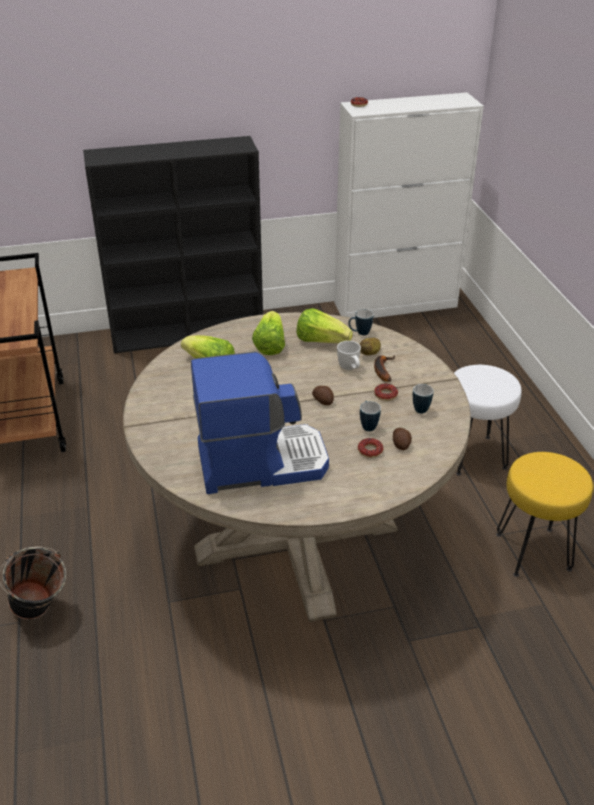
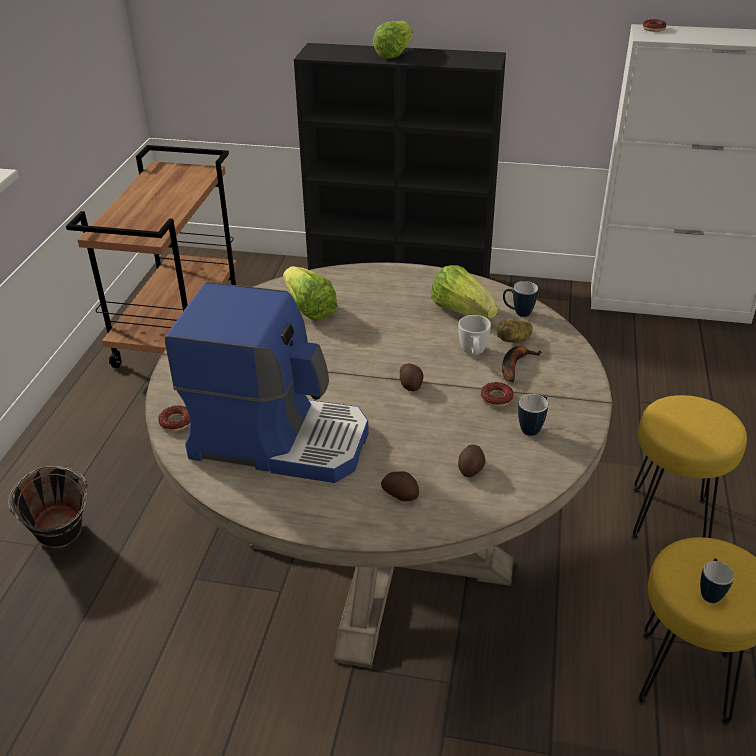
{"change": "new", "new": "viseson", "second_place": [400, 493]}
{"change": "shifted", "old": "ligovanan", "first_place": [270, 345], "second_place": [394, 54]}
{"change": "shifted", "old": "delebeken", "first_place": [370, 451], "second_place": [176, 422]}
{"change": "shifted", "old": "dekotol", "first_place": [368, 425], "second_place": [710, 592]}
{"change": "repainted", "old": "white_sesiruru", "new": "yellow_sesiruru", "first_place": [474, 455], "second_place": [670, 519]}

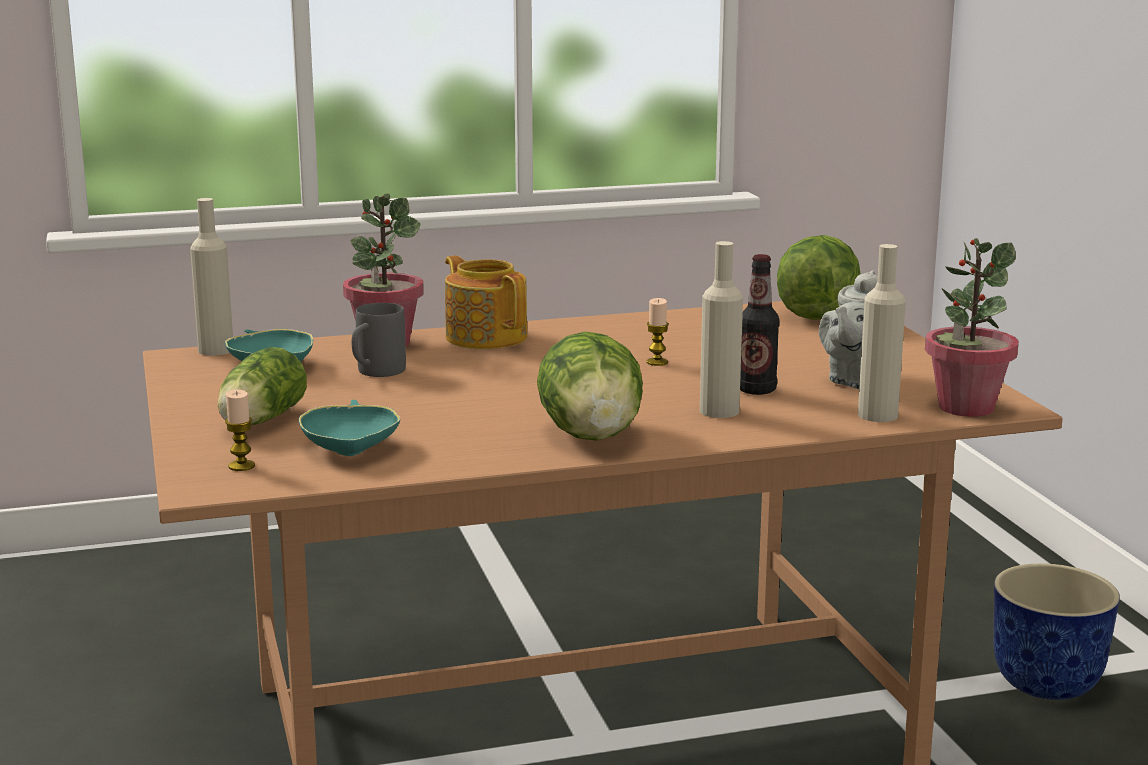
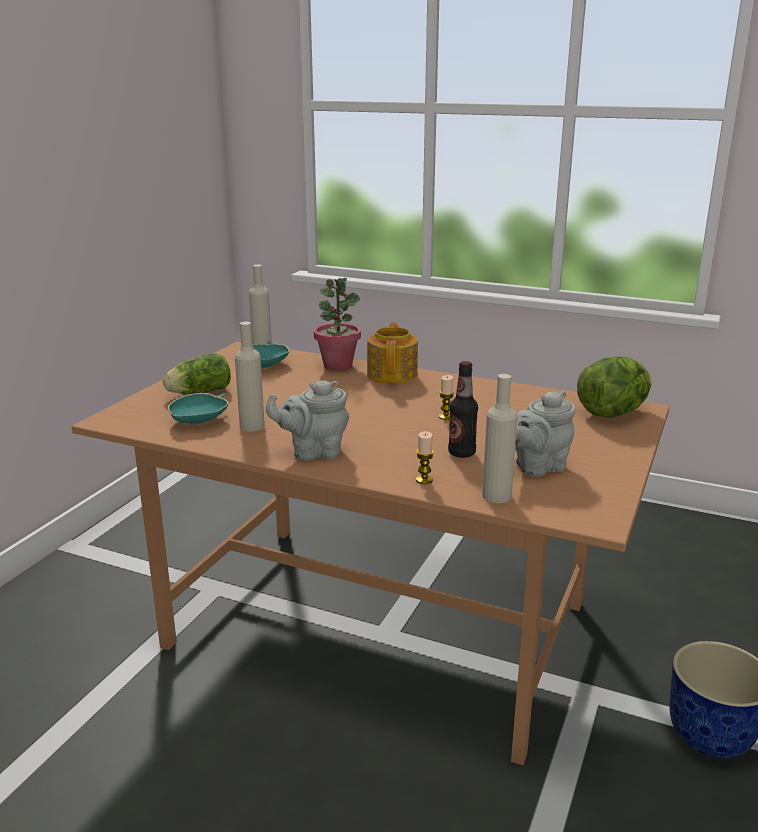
{"change": "gone", "old": "grey_dekotol", "first_place": [375, 373]}
{"change": "gone", "old": "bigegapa", "first_place": [965, 407]}
{"change": "shifted", "old": "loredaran", "first_place": [241, 466], "second_place": [424, 480]}
{"change": "shifted", "old": "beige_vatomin", "first_place": [719, 411], "second_place": [252, 426]}
{"change": "swapped", "old": "ligovanan", "new": "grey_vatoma", "first_place": [592, 436], "second_place": [313, 452]}

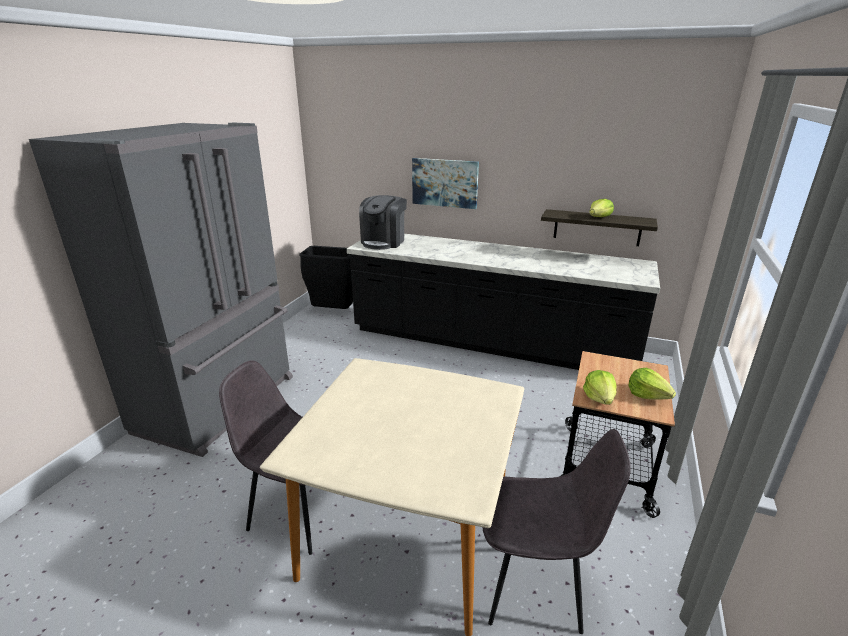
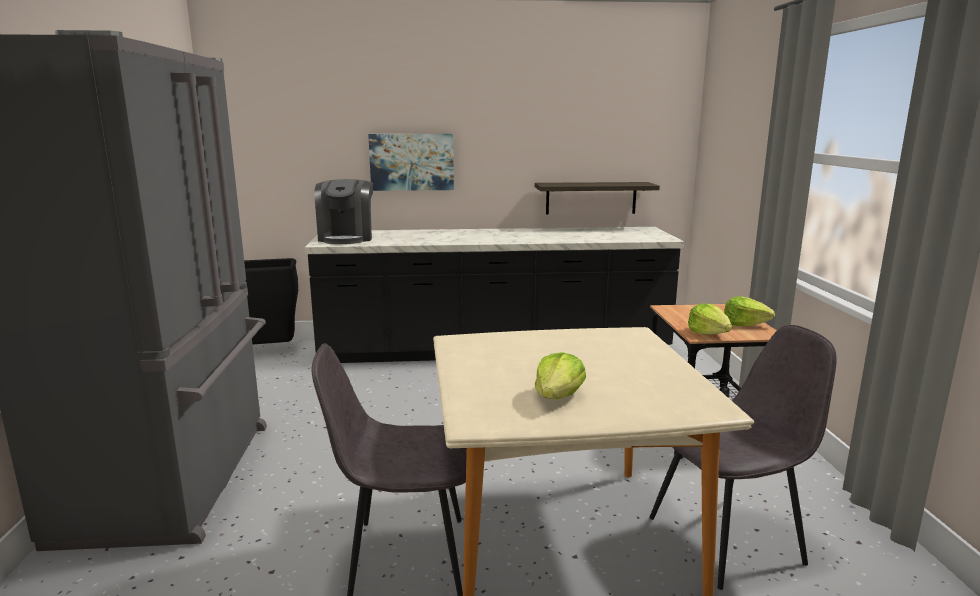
{"change": "shifted", "old": "ligovanan", "first_place": [599, 217], "second_place": [558, 396]}

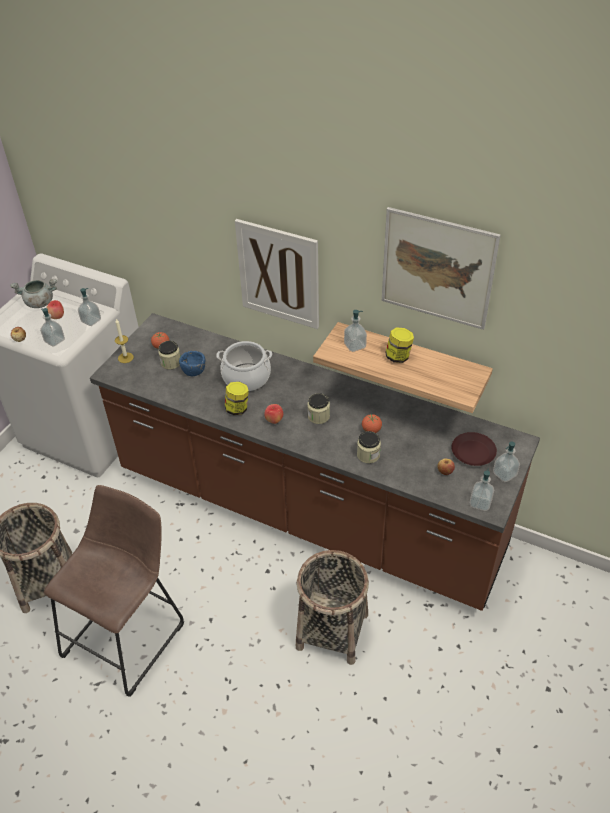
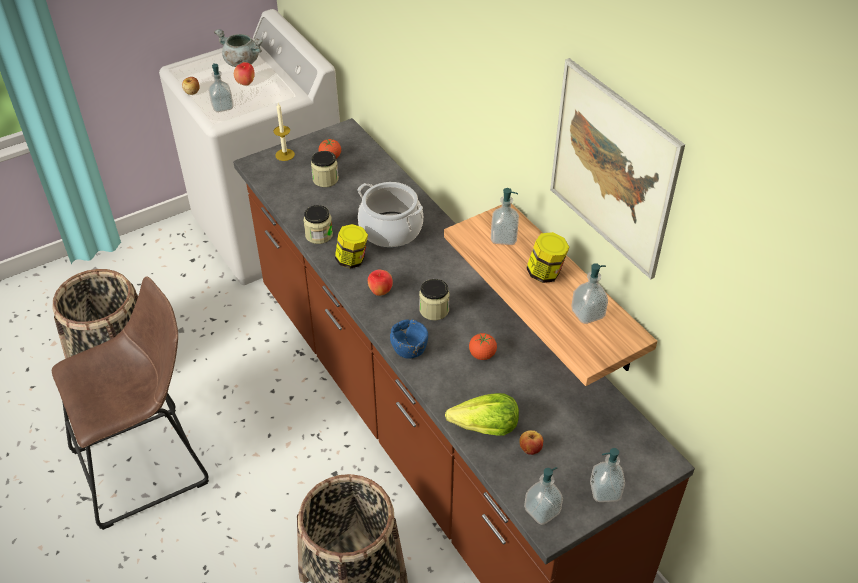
{"change": "gone", "old": "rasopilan", "first_place": [279, 274]}
{"change": "gone", "old": "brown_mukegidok", "first_place": [473, 452]}
{"change": "new", "new": "ligovanan", "second_place": [485, 428]}
{"change": "shifted", "old": "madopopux", "first_place": [91, 320], "second_place": [587, 314]}
{"change": "shifted", "old": "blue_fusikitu", "first_place": [194, 371], "second_place": [409, 350]}
{"change": "shifted", "old": "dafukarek", "first_place": [368, 455], "second_place": [319, 235]}

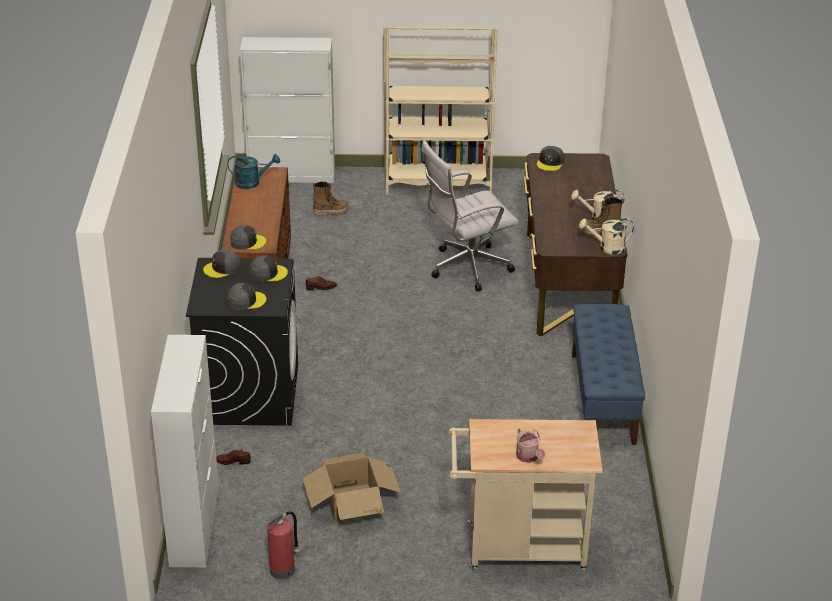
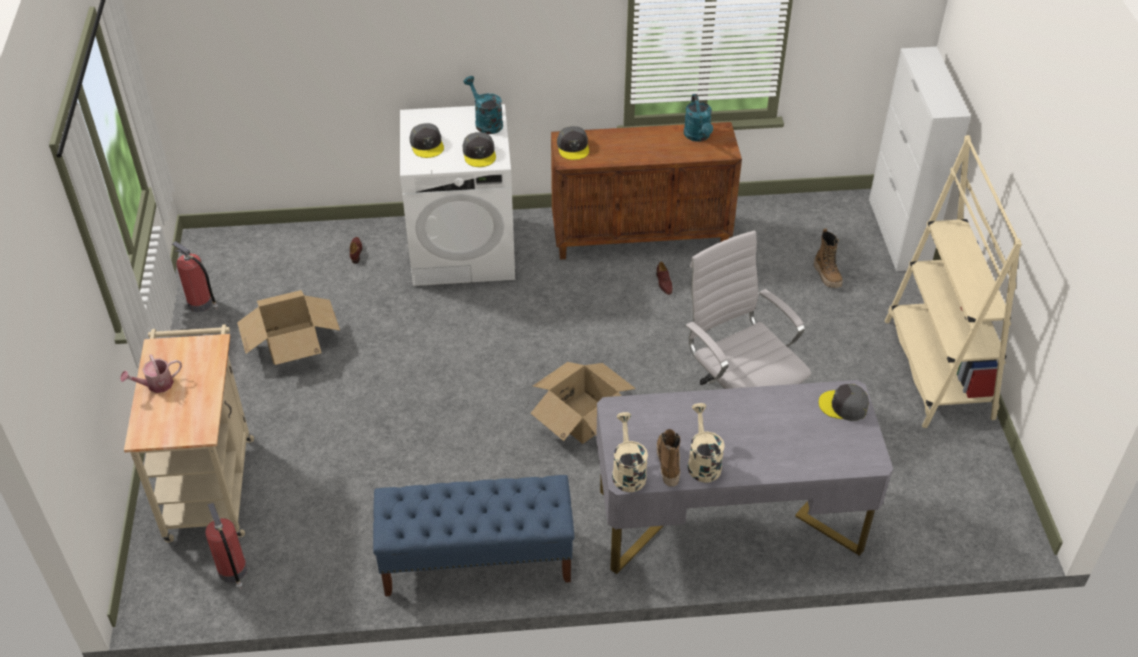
{"change": "gone", "old": "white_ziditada", "first_place": [195, 525]}
{"change": "new", "new": "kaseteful", "second_place": [233, 571]}
{"change": "new", "new": "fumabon", "second_place": [583, 417]}
{"change": "swapped", "old": "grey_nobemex", "new": "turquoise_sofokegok", "first_place": [222, 268], "second_place": [485, 122]}
{"change": "repainted", "old": "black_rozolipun", "new": "white_rozolipun", "first_place": [249, 393], "second_place": [463, 250]}
{"change": "repainted", "old": "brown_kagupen", "new": "grey_kagupen", "first_place": [568, 283], "second_place": [729, 520]}

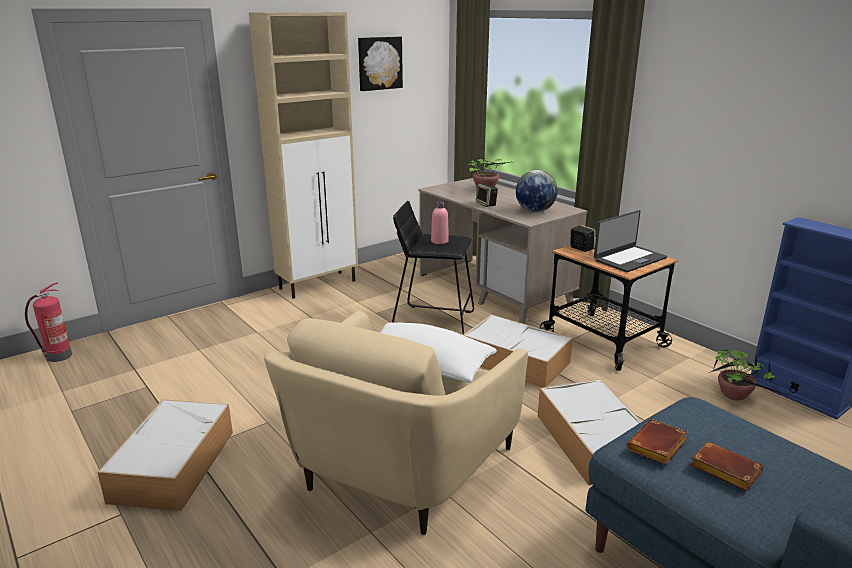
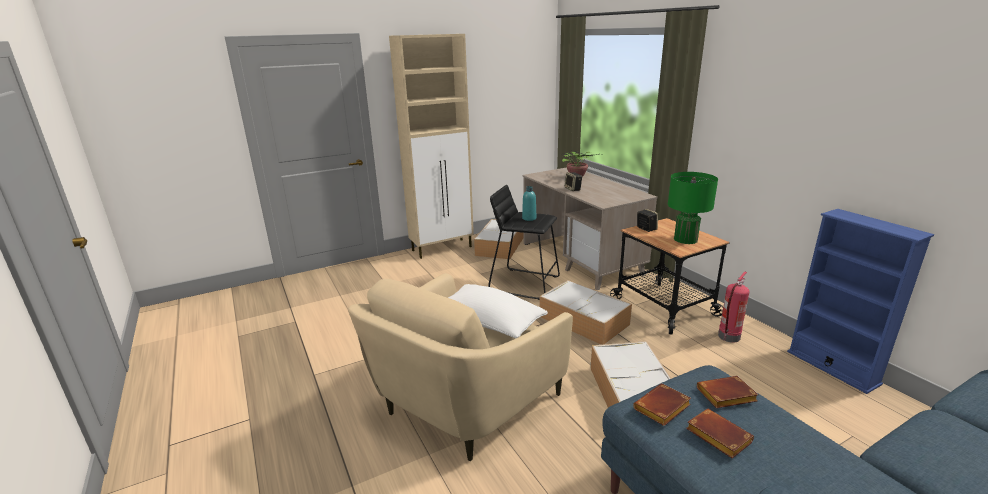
{"change": "gone", "old": "rasopilan", "first_place": [379, 63]}
{"change": "gone", "old": "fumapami", "first_place": [534, 211]}
{"change": "gone", "old": "bigegapa", "first_place": [736, 397]}
{"change": "new", "new": "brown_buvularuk", "second_place": [725, 397]}
{"change": "shifted", "old": "kaseteful", "first_place": [58, 356], "second_place": [729, 337]}
{"change": "shifted", "old": "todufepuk", "first_place": [174, 464], "second_place": [500, 245]}
{"change": "swapped", "old": "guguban", "new": "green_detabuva", "first_place": [629, 259], "second_place": [685, 239]}
{"change": "repainted", "old": "pink_vatomin", "new": "turquoise_vatomin", "first_place": [439, 241], "second_place": [529, 218]}

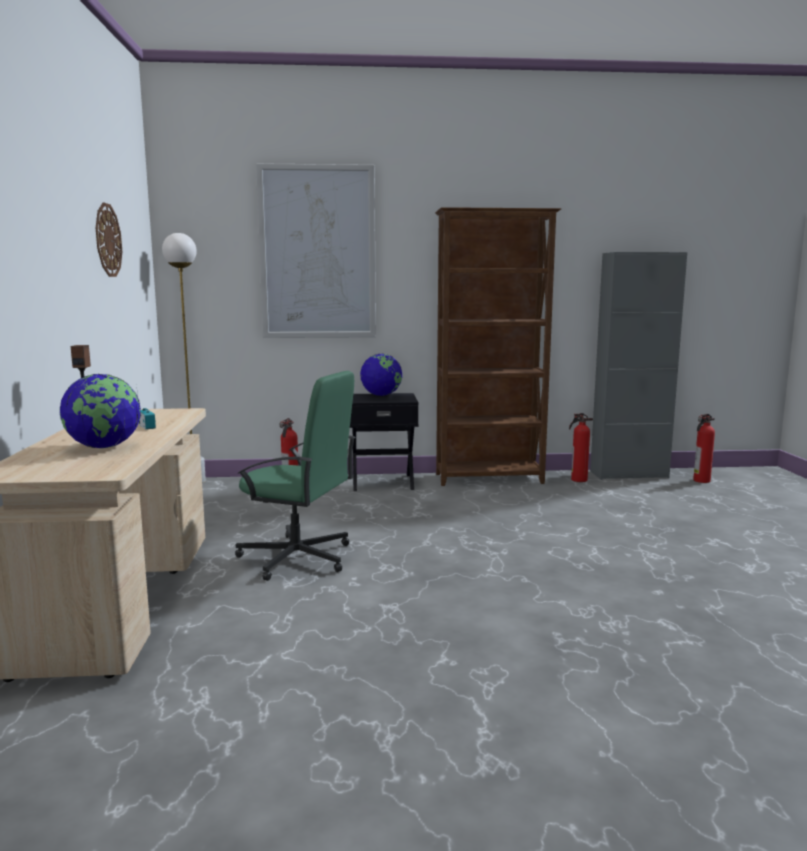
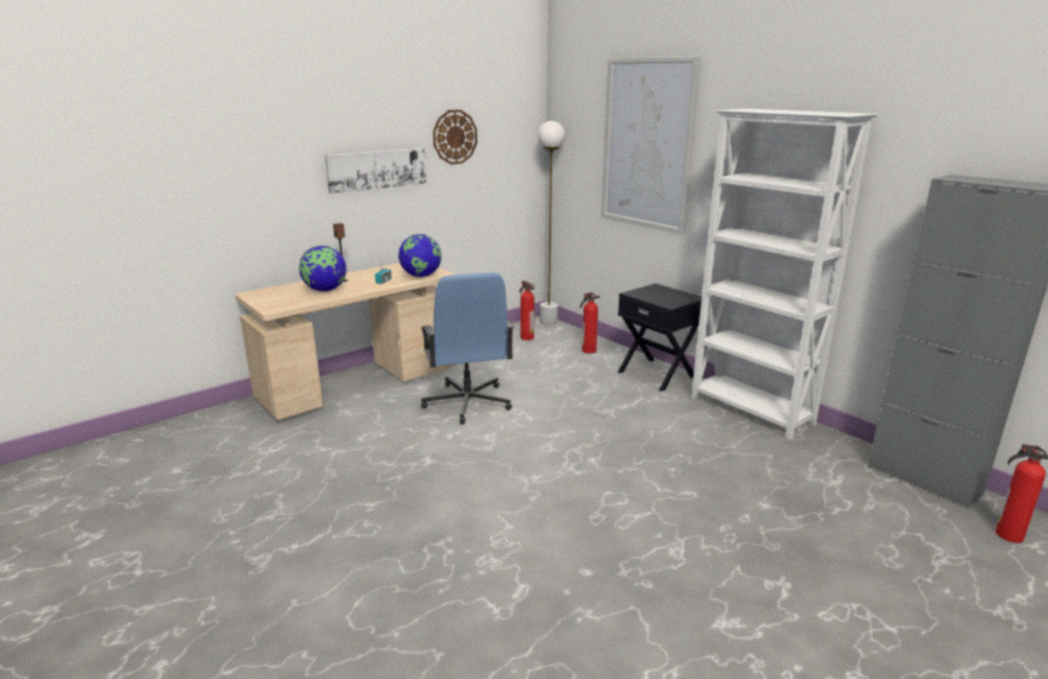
{"change": "new", "new": "rasopilan", "second_place": [377, 169]}
{"change": "shifted", "old": "fumapami", "first_place": [381, 395], "second_place": [421, 276]}
{"change": "shifted", "old": "kaseteful", "first_place": [578, 480], "second_place": [526, 337]}
{"change": "repainted", "old": "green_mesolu", "new": "blue_mesolu", "first_place": [297, 558], "second_place": [467, 403]}
{"change": "repainted", "old": "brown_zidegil", "new": "white_zidegil", "first_place": [490, 479], "second_place": [751, 411]}

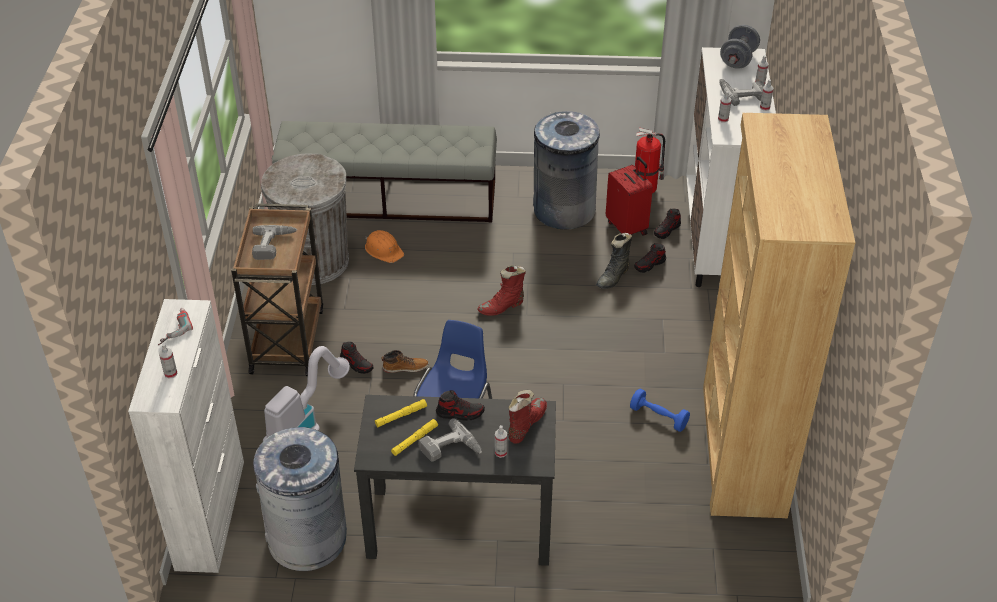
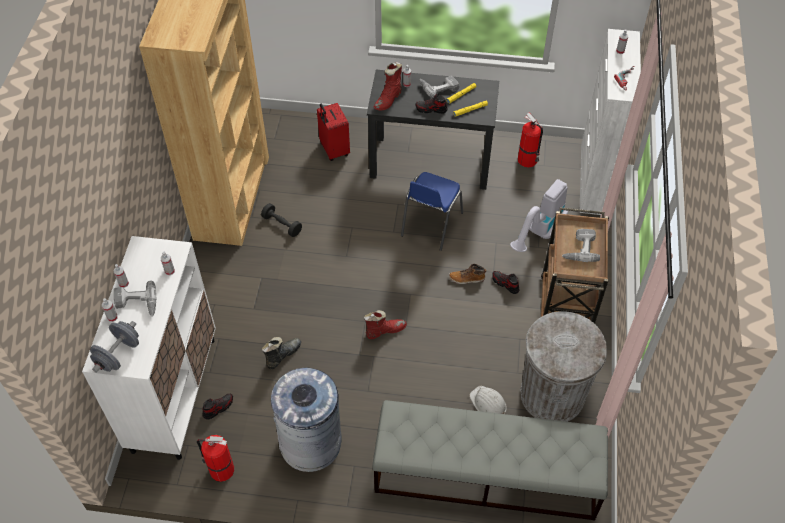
{"change": "gone", "old": "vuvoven", "first_place": [649, 264]}
{"change": "shifted", "old": "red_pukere", "first_place": [627, 227], "second_place": [333, 150]}
{"change": "swapped", "old": "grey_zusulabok", "new": "kaseteful", "first_place": [308, 538], "second_place": [528, 160]}
{"change": "repainted", "old": "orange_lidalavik", "new": "white_lidalavik", "first_place": [384, 250], "second_place": [488, 403]}
{"change": "repainted", "old": "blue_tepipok", "new": "black_tepipok", "first_place": [658, 417], "second_place": [282, 225]}

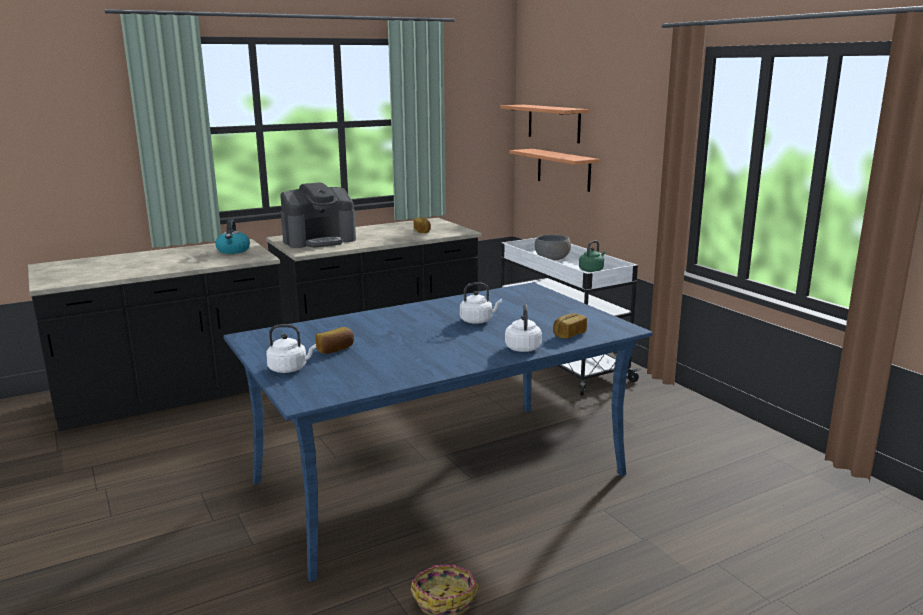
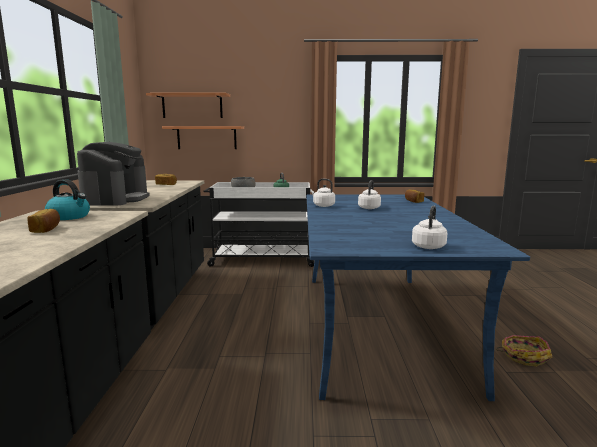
{"change": "shifted", "old": "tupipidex", "first_place": [335, 349], "second_place": [47, 229]}
{"change": "shifted", "old": "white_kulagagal", "first_place": [523, 347], "second_place": [322, 205]}

